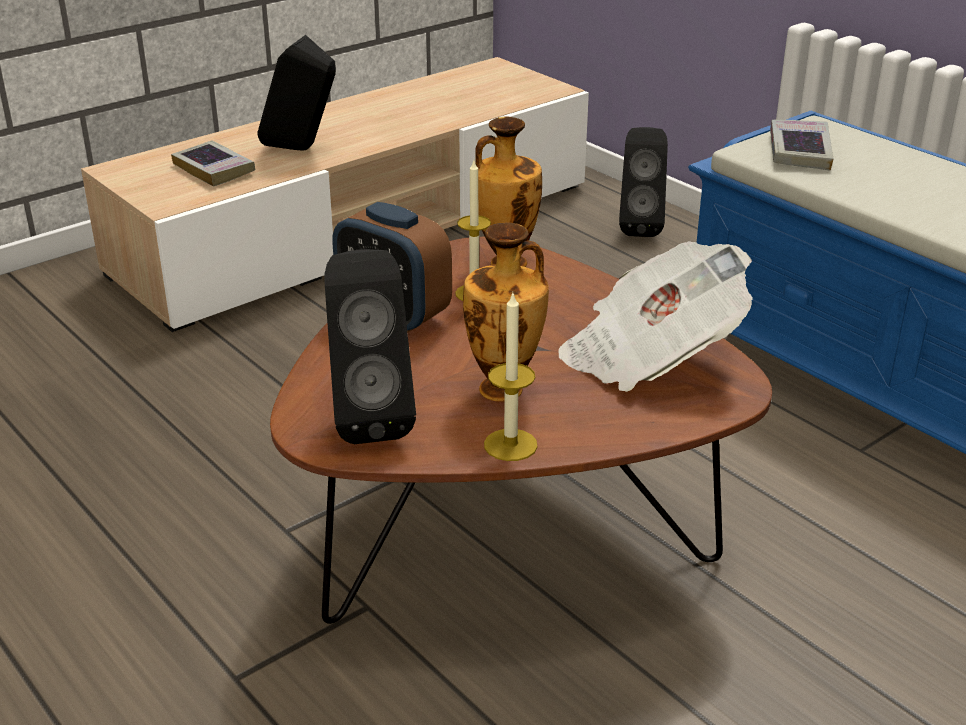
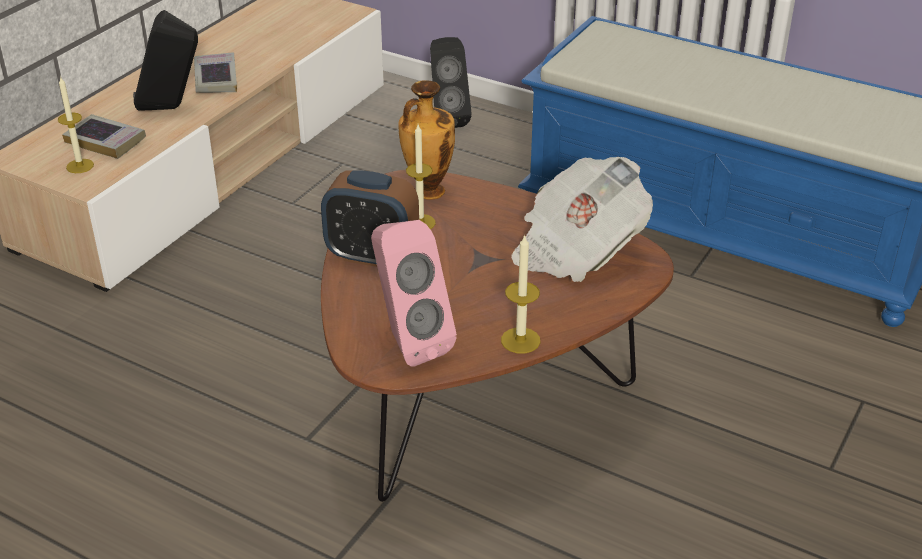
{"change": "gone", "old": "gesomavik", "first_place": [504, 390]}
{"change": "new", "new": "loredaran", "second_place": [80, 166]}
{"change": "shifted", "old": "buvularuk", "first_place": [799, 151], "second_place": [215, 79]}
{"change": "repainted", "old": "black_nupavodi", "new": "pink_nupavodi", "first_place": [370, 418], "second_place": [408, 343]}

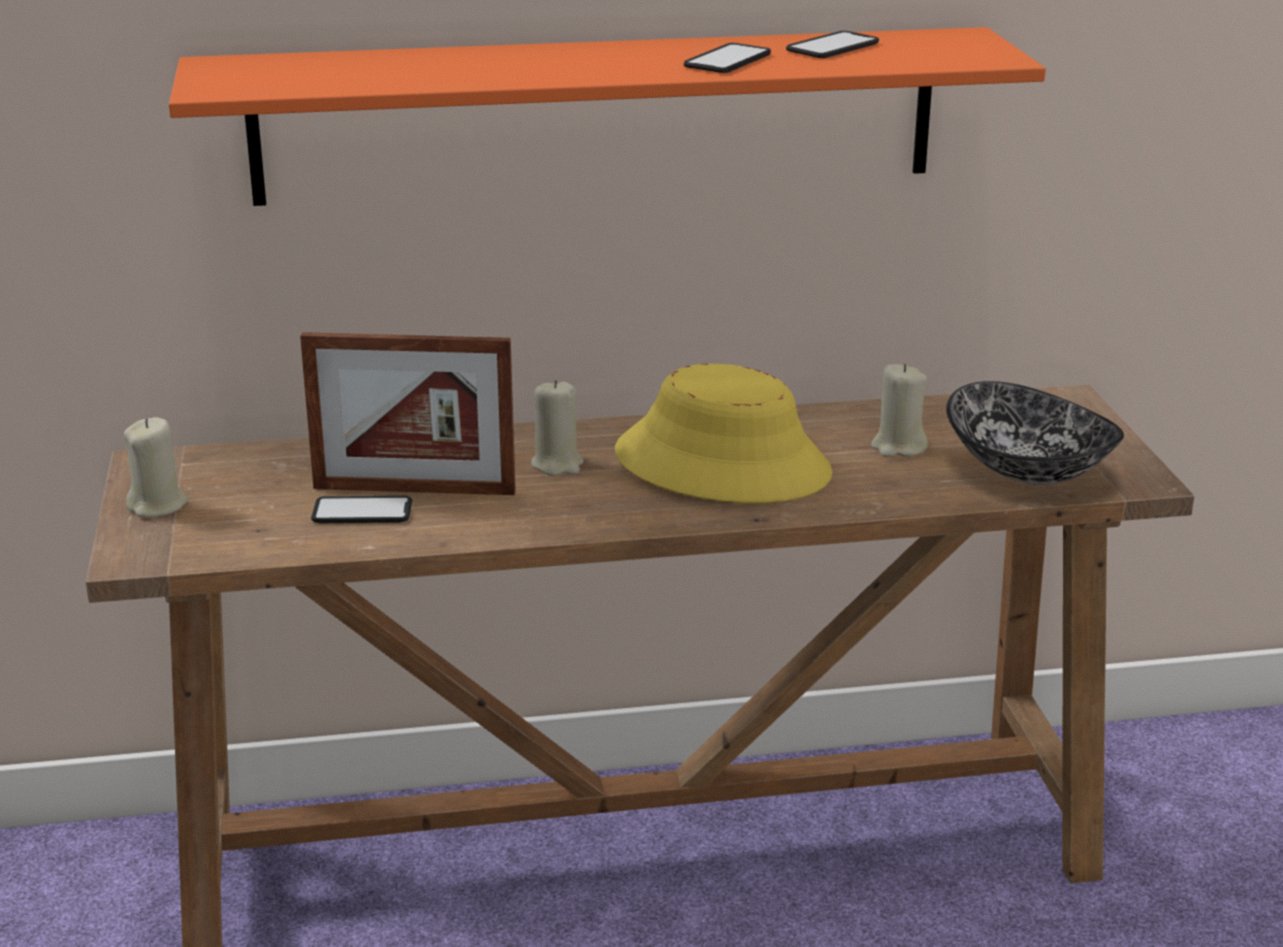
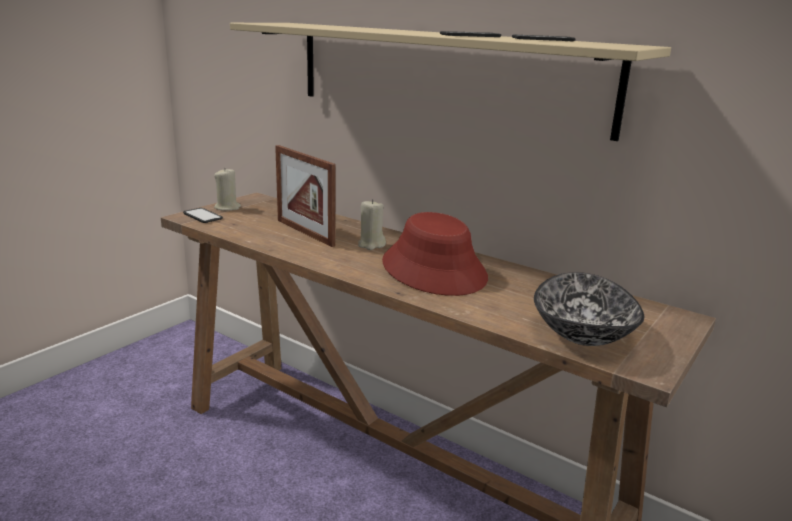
{"change": "gone", "old": "beige_loredaran", "first_place": [898, 447]}
{"change": "shifted", "old": "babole", "first_place": [362, 511], "second_place": [202, 216]}
{"change": "repainted", "old": "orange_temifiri", "new": "beige_temifiri", "first_place": [597, 115], "second_place": [443, 74]}
{"change": "repainted", "old": "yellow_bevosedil", "new": "red_bevosedil", "first_place": [723, 464], "second_place": [434, 270]}

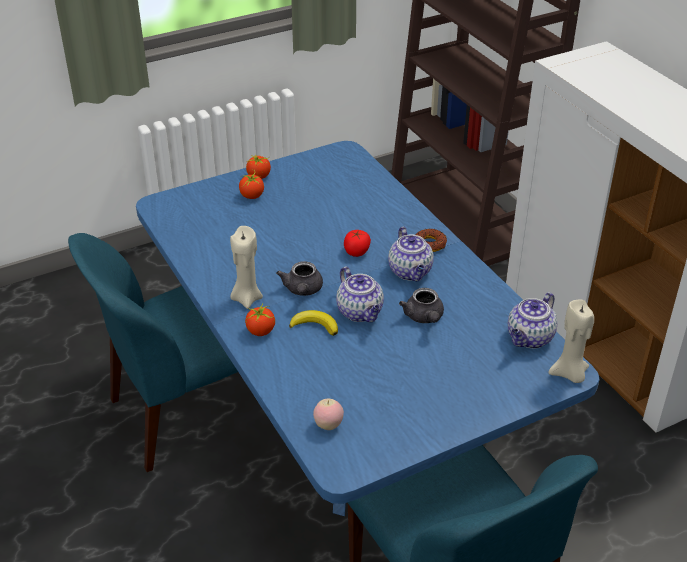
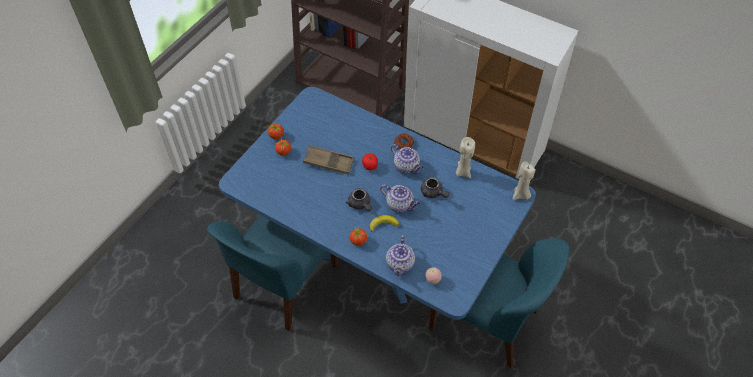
{"change": "new", "new": "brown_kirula", "second_place": [329, 162]}
{"change": "shifted", "old": "beige_loredaran", "first_place": [246, 298], "second_place": [462, 172]}
{"change": "shifted", "old": "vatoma", "first_place": [530, 338], "second_place": [400, 264]}

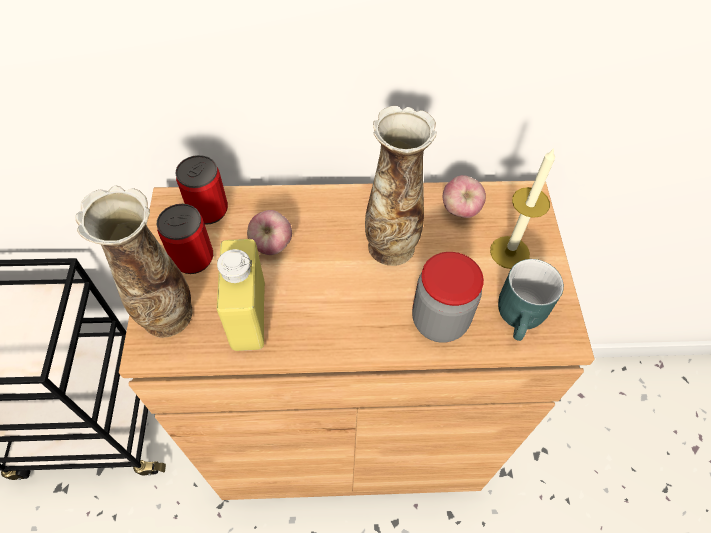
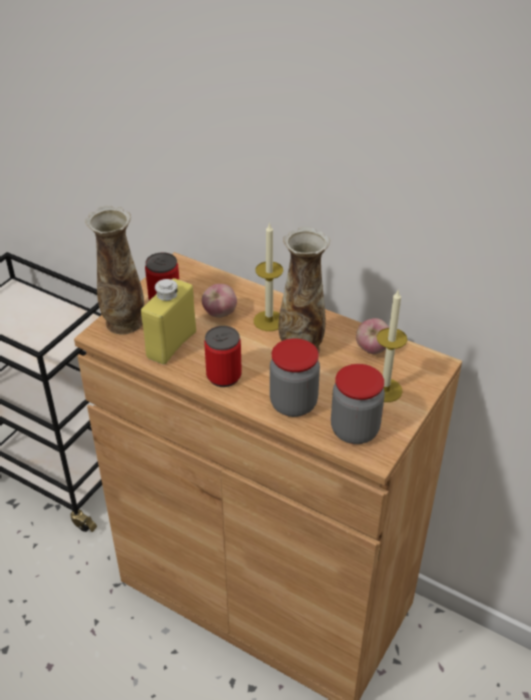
{"change": "new", "new": "loredaran", "second_place": [269, 321]}
{"change": "shifted", "old": "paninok", "first_place": [208, 210], "second_place": [224, 376]}
{"change": "swapped", "old": "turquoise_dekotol", "new": "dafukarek", "first_place": [522, 318], "second_place": [354, 430]}

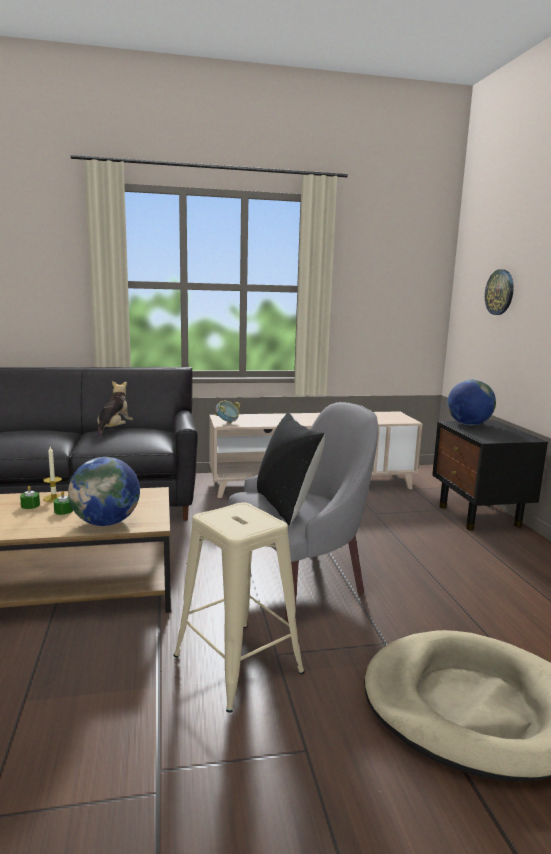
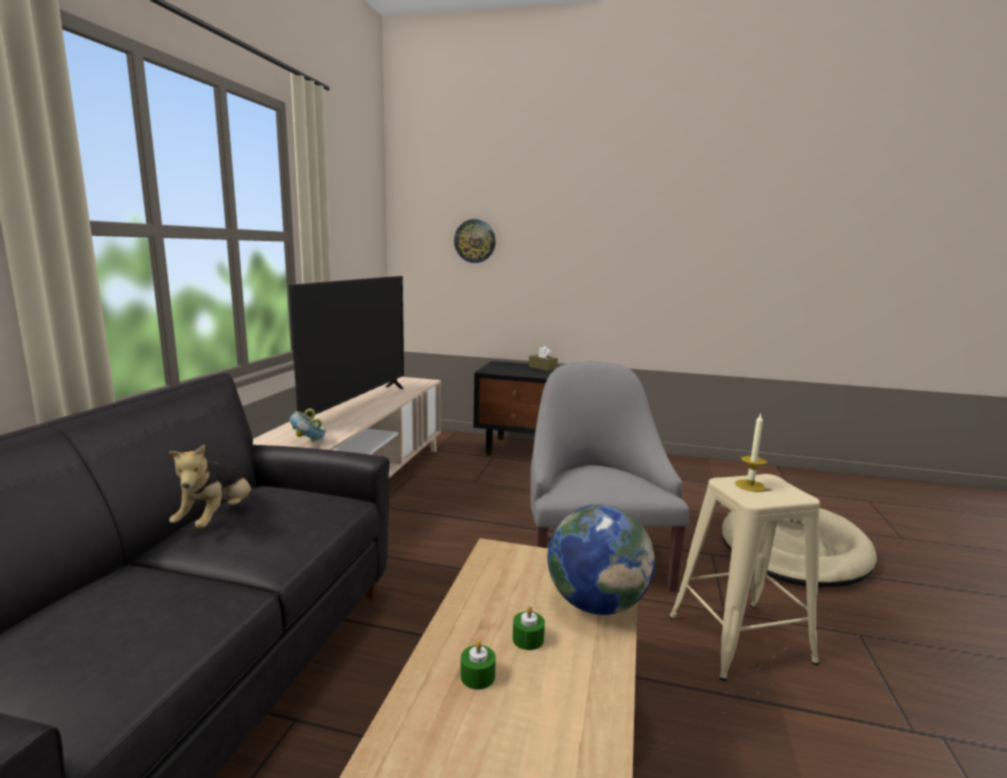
{"change": "gone", "old": "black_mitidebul", "first_place": [287, 506]}
{"change": "gone", "old": "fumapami", "first_place": [468, 424]}
{"change": "new", "new": "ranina", "second_place": [357, 405]}
{"change": "new", "new": "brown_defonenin", "second_place": [543, 368]}
{"change": "shifted", "old": "loredaran", "first_place": [54, 498], "second_place": [750, 485]}
{"change": "rotated", "old": "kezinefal", "first_place": [114, 429], "second_place": [217, 518], "degrees": -120}

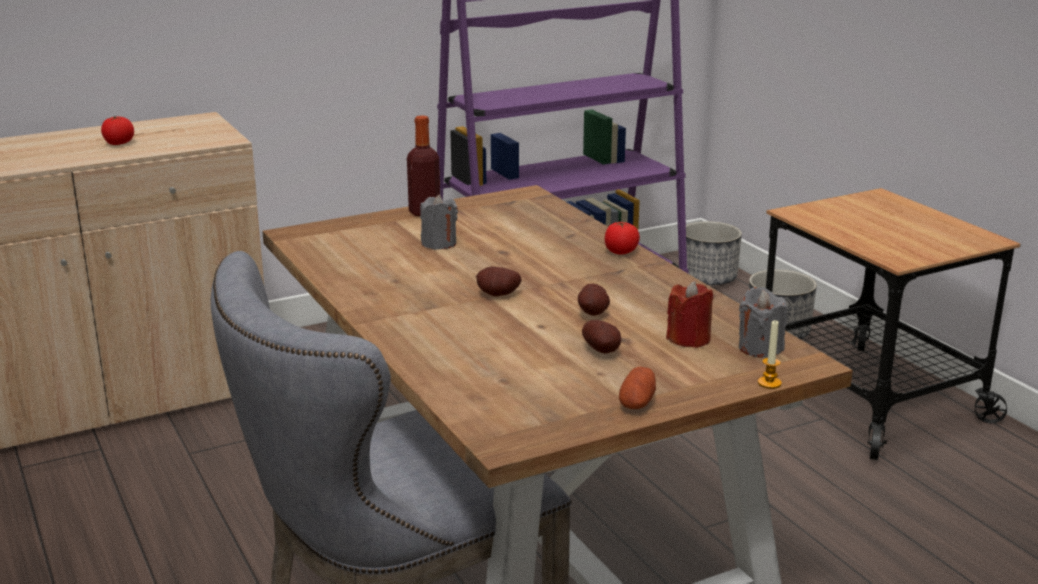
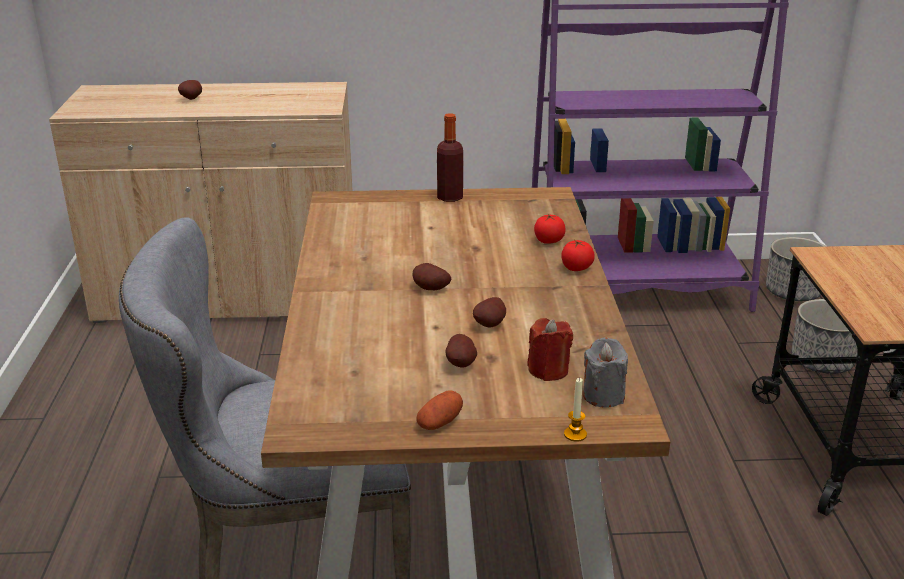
{"change": "gone", "old": "grey_loredaran", "first_place": [439, 243]}
{"change": "new", "new": "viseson", "second_place": [192, 99]}
{"change": "shifted", "old": "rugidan", "first_place": [119, 143], "second_place": [548, 241]}

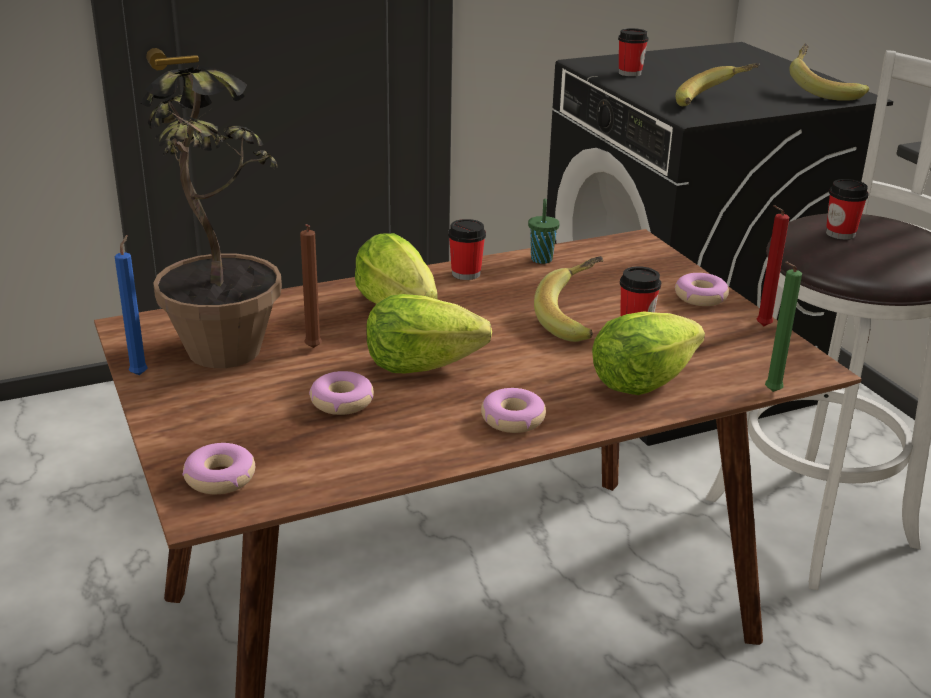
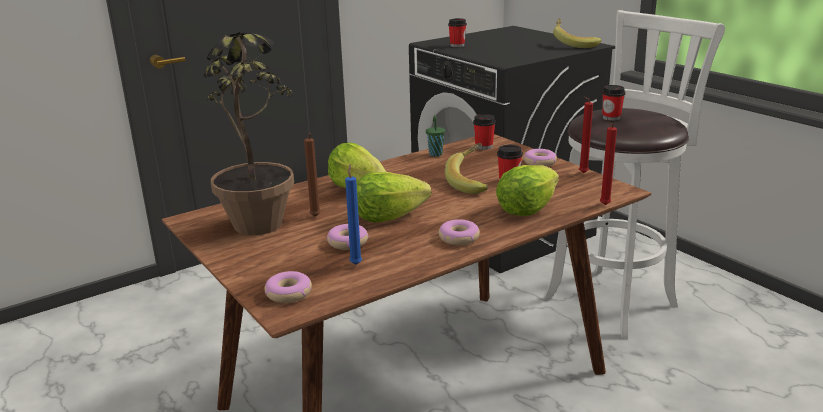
{"change": "gone", "old": "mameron", "first_place": [714, 103]}
{"change": "shifted", "old": "blue_loredaran", "first_place": [140, 373], "second_place": [356, 263]}
{"change": "shifted", "old": "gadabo", "first_place": [466, 273], "second_place": [484, 146]}
{"change": "repainted", "old": "green_loredaran", "new": "red_loredaran", "first_place": [770, 392], "second_place": [603, 205]}

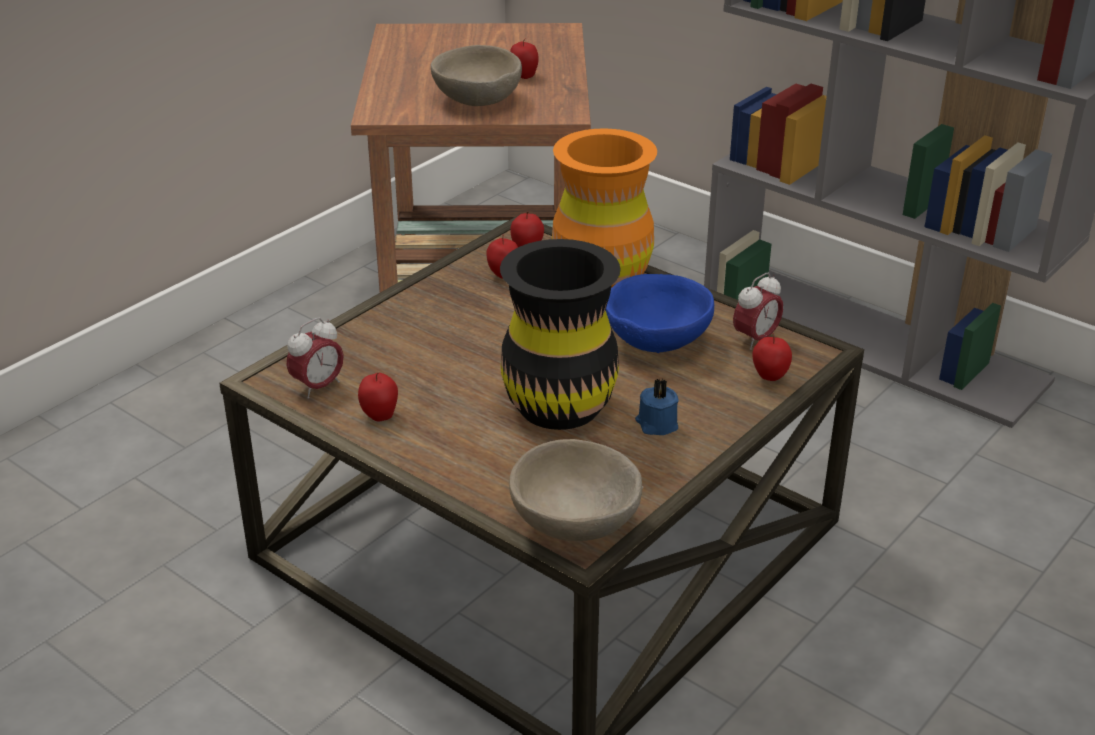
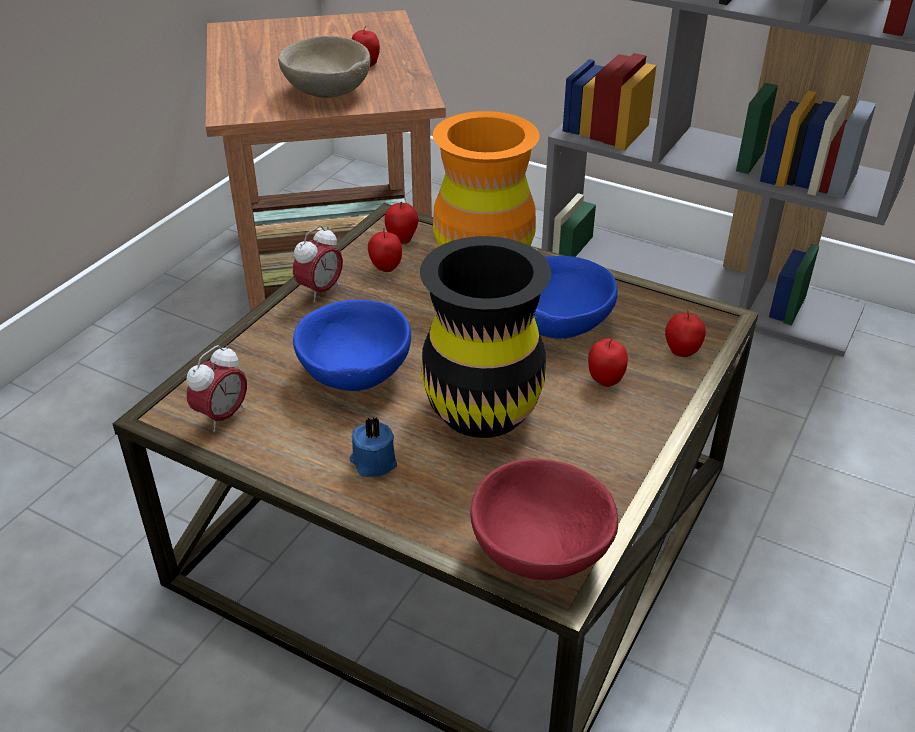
{"change": "new", "new": "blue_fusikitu", "second_place": [354, 372]}
{"change": "shifted", "old": "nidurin", "first_place": [379, 416], "second_place": [605, 380]}
{"change": "shifted", "old": "blue_loredaran", "first_place": [656, 424], "second_place": [373, 462]}
{"change": "shifted", "old": "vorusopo", "first_place": [755, 339], "second_place": [320, 291]}
{"change": "repainted", "old": "beige_fusikitu", "new": "red_fusikitu", "first_place": [574, 523], "second_place": [539, 551]}

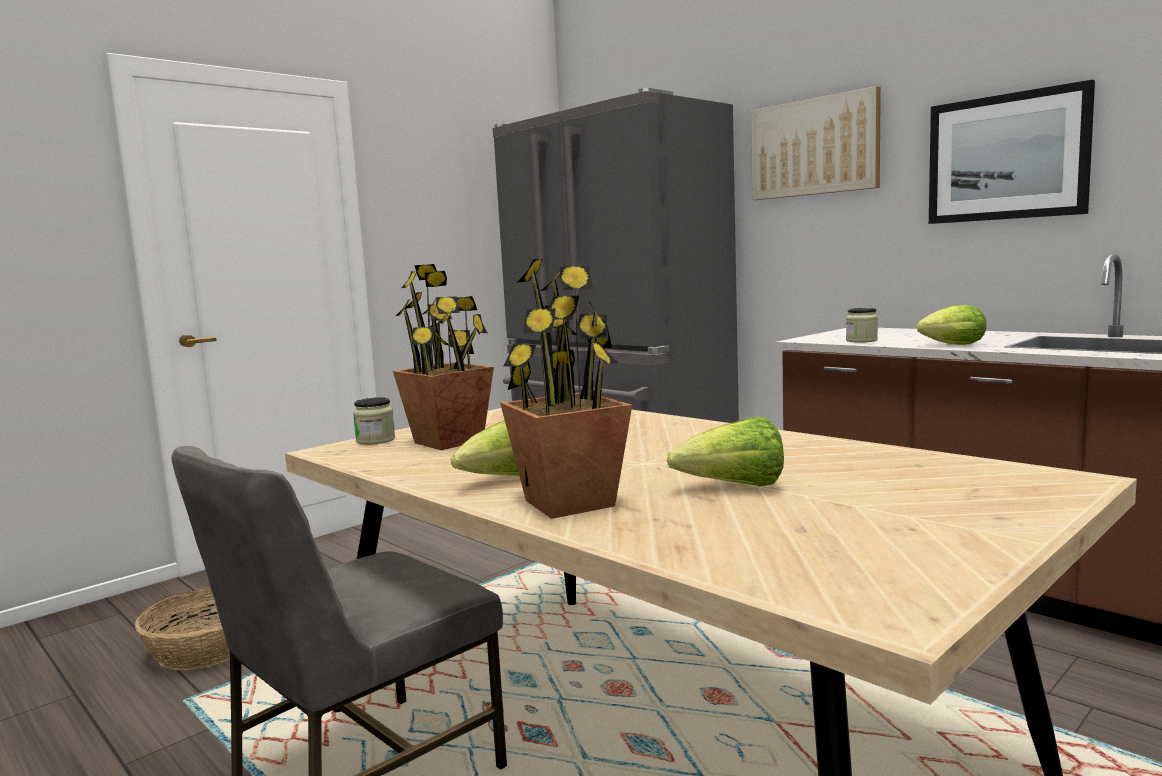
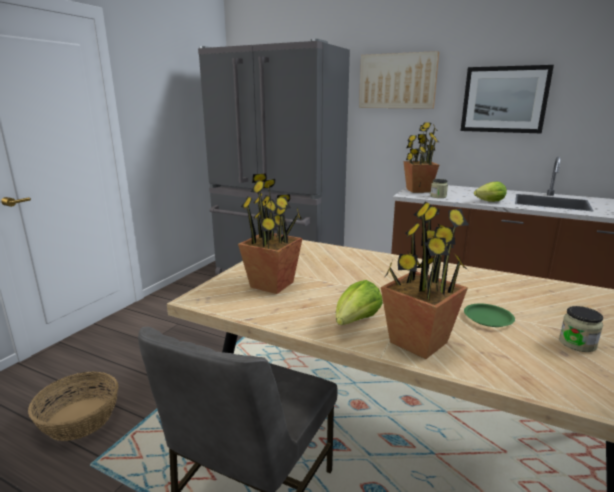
{"change": "new", "new": "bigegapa", "second_place": [418, 190]}
{"change": "shifted", "old": "dafukarek", "first_place": [375, 440], "second_place": [577, 343]}
{"change": "swapped", "old": "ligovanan", "new": "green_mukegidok", "first_place": [733, 487], "second_place": [488, 318]}

